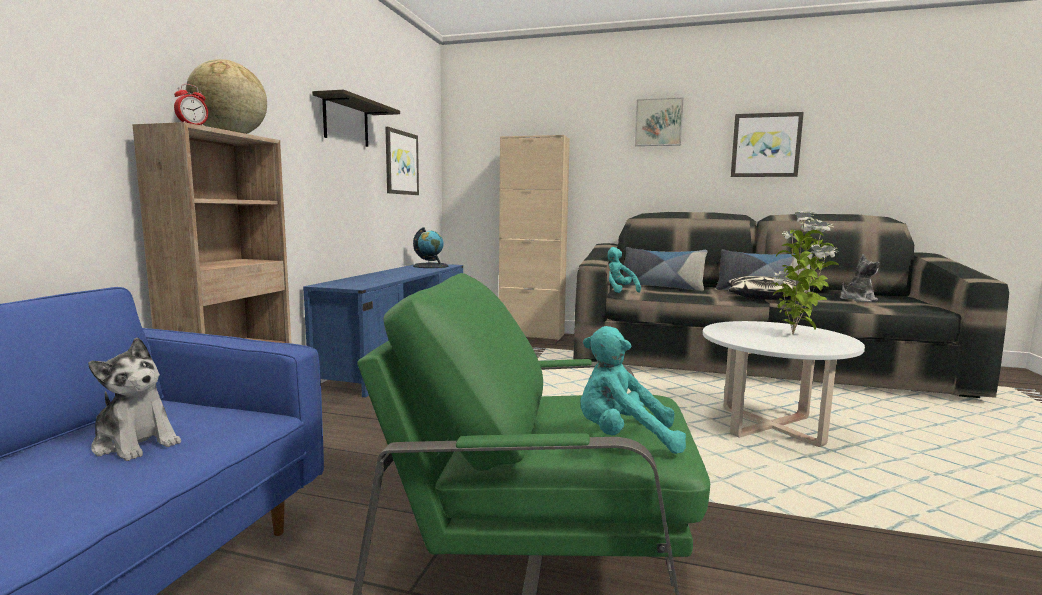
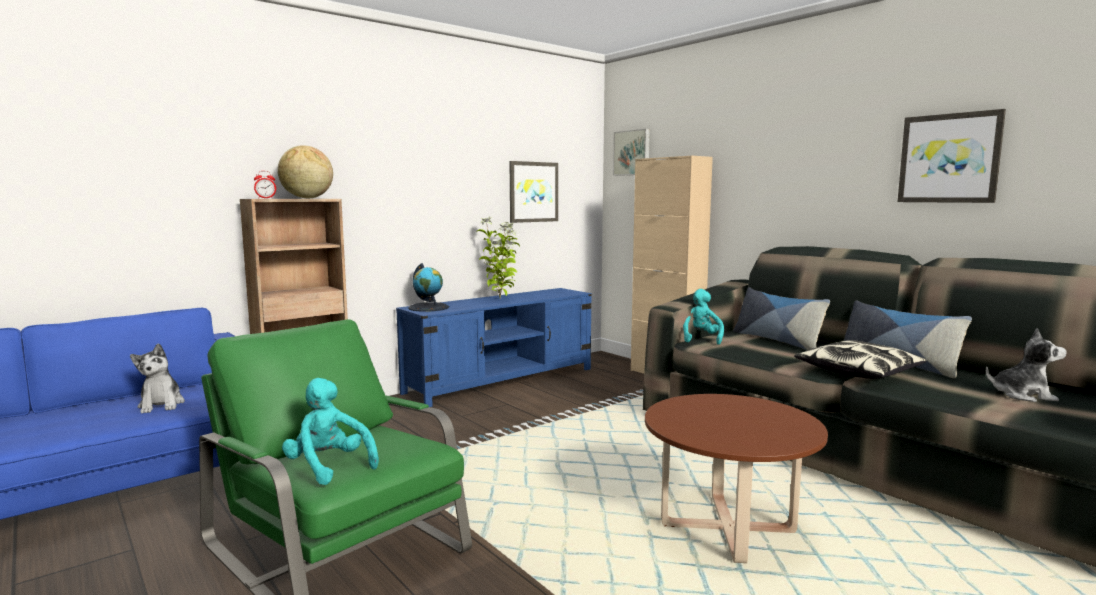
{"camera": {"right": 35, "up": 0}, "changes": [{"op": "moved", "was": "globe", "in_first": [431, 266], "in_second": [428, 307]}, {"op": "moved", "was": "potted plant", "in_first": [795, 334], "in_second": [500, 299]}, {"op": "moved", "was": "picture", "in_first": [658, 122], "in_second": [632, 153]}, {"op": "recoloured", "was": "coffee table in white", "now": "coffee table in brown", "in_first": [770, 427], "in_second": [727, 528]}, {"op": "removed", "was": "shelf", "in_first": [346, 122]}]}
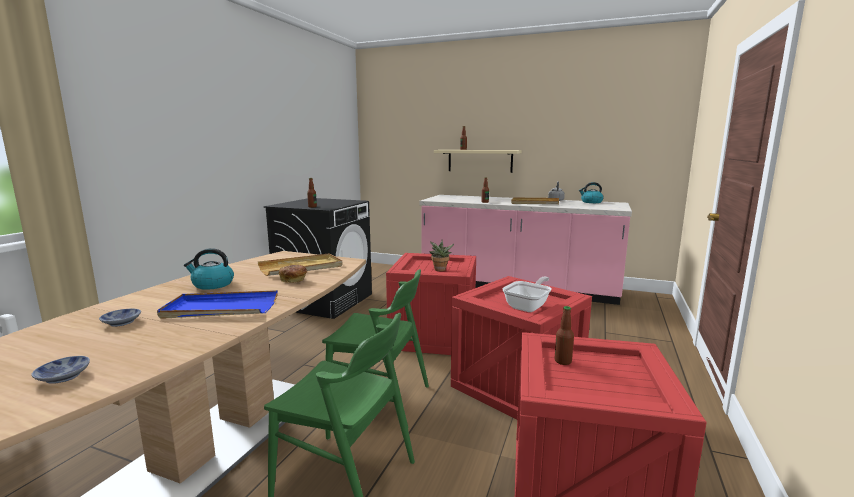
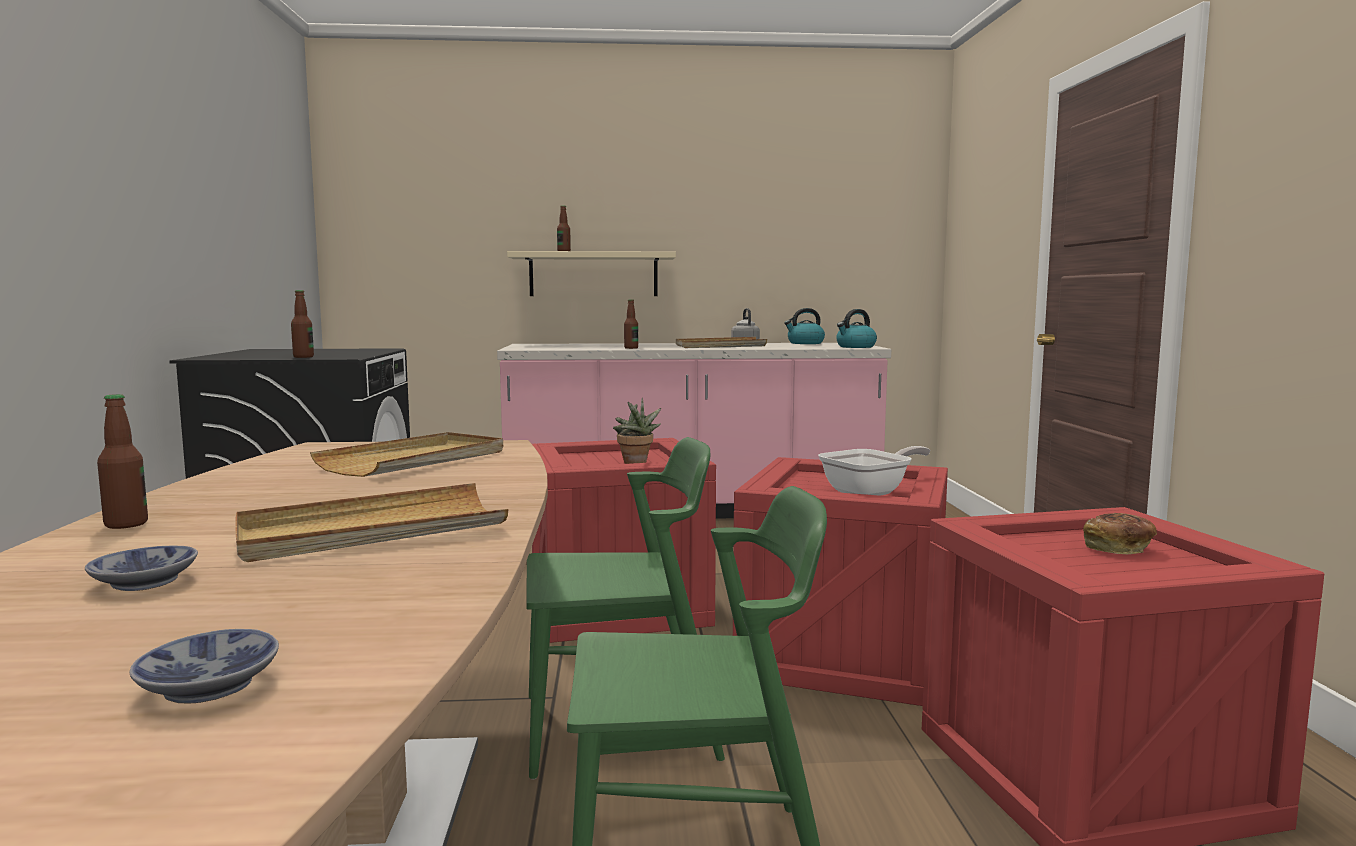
{"camera": {"right": -25, "up": -5}, "changes": [{"op": "moved", "was": "bottle", "in_first": [563, 361], "in_second": [126, 524]}, {"op": "recoloured", "was": "tray in blue", "now": "tray in beige", "in_first": [220, 309], "in_second": [371, 531]}, {"op": "turned", "was": "frying pan", "in_first": [528, 306], "in_second": [871, 492], "clockwise": 45}, {"op": "moved", "was": "kettle", "in_first": [212, 285], "in_second": [855, 347]}, {"op": "moved", "was": "bread", "in_first": [293, 280], "in_second": [1118, 549]}]}
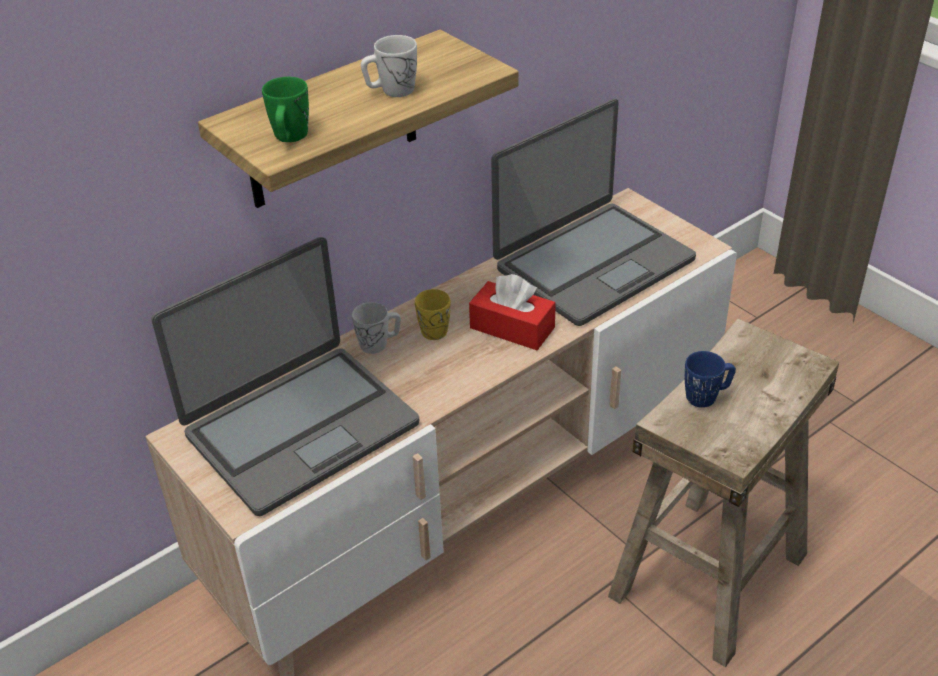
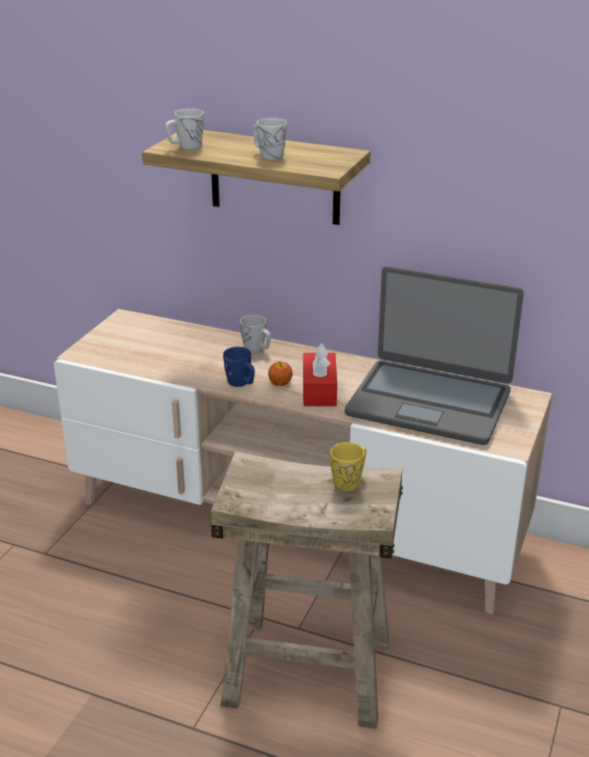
{"camera": {"right": 60, "up": -10}, "changes": [{"op": "recoloured", "was": "mug in green", "now": "mug in white", "in_first": [290, 138], "in_second": [185, 147]}, {"op": "moved", "was": "mug in blue", "in_first": [707, 396], "in_second": [241, 383]}, {"op": "added", "now": "apple", "in_second": [280, 383]}, {"op": "moved", "was": "mug in yellow", "in_first": [432, 328], "in_second": [350, 481]}, {"op": "removed", "was": "laptop", "in_first": [300, 428]}]}
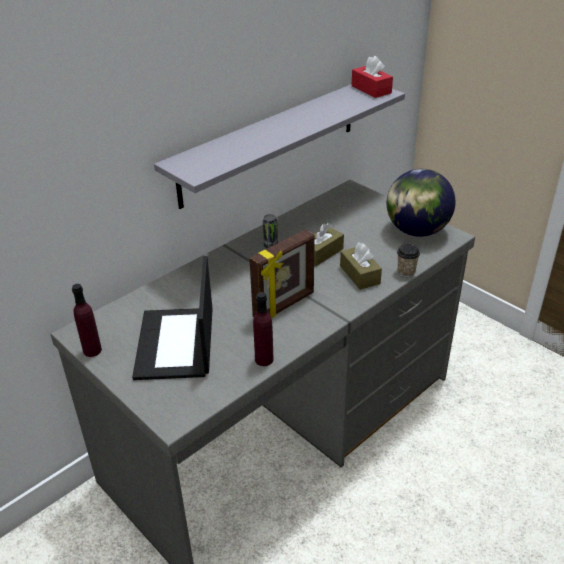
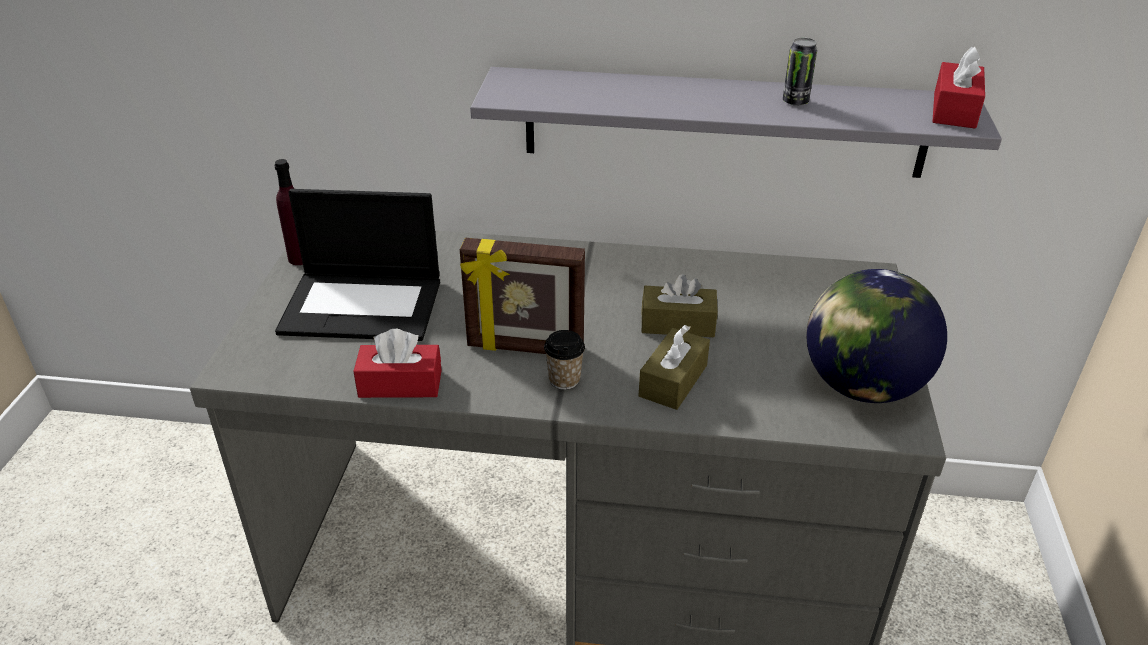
{"camera": {"right": 50, "up": 0}, "changes": [{"op": "turned", "was": "laptop", "in_first": [176, 344], "in_second": [364, 305], "clockwise": -135}, {"op": "replaced", "was": "bottle in purple", "now": "tissue box in red", "in_first": [264, 359], "in_second": [400, 384]}, {"op": "moved", "was": "cup", "in_first": [406, 272], "in_second": [564, 380]}, {"op": "moved", "was": "can", "in_first": [270, 246], "in_second": [795, 101]}]}
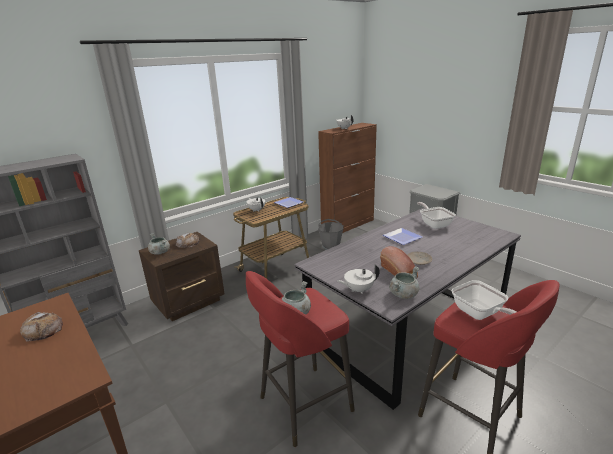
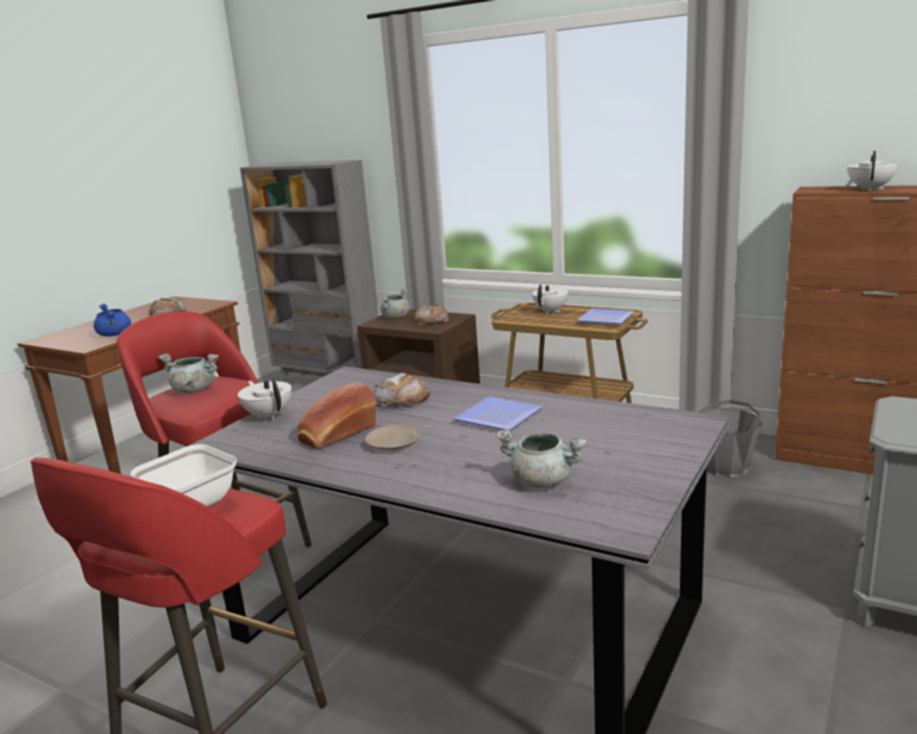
{"camera": {"right": 70, "up": -5}, "changes": [{"op": "added", "now": "cooking pot in blue", "in_second": [115, 335]}, {"op": "added", "now": "bread", "in_second": [402, 400]}, {"op": "moved", "was": "cooking pot in grey", "in_first": [403, 294], "in_second": [542, 481]}, {"op": "removed", "was": "frying pan", "in_first": [434, 224]}]}
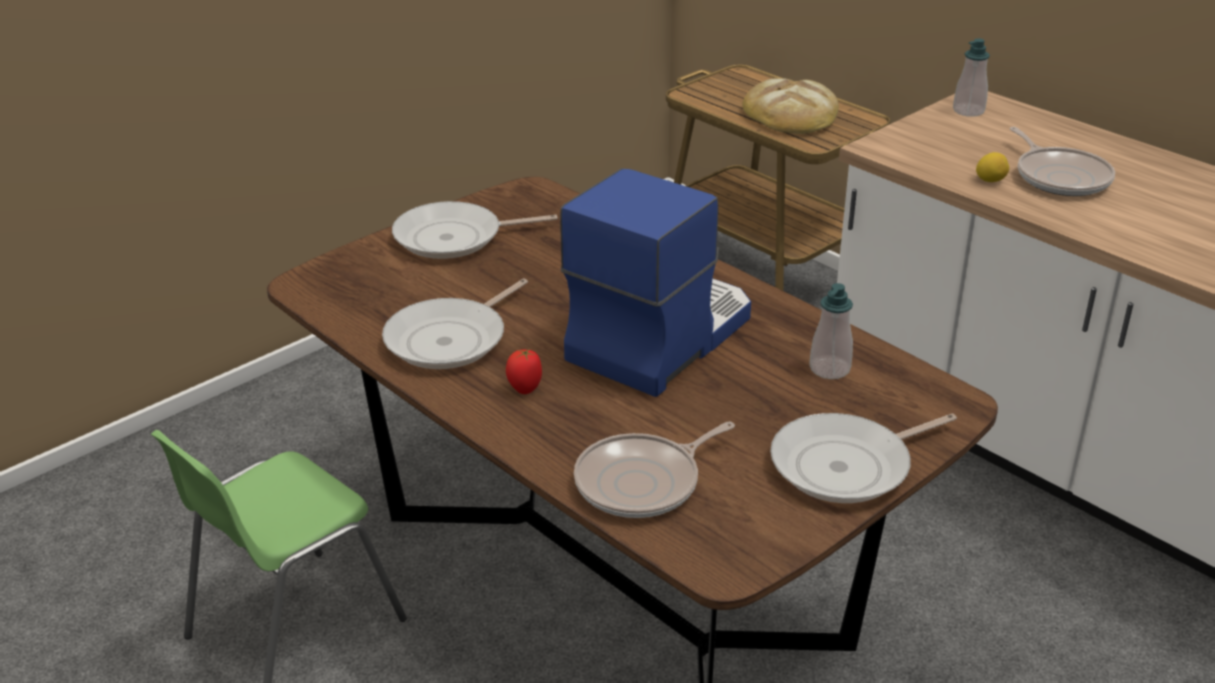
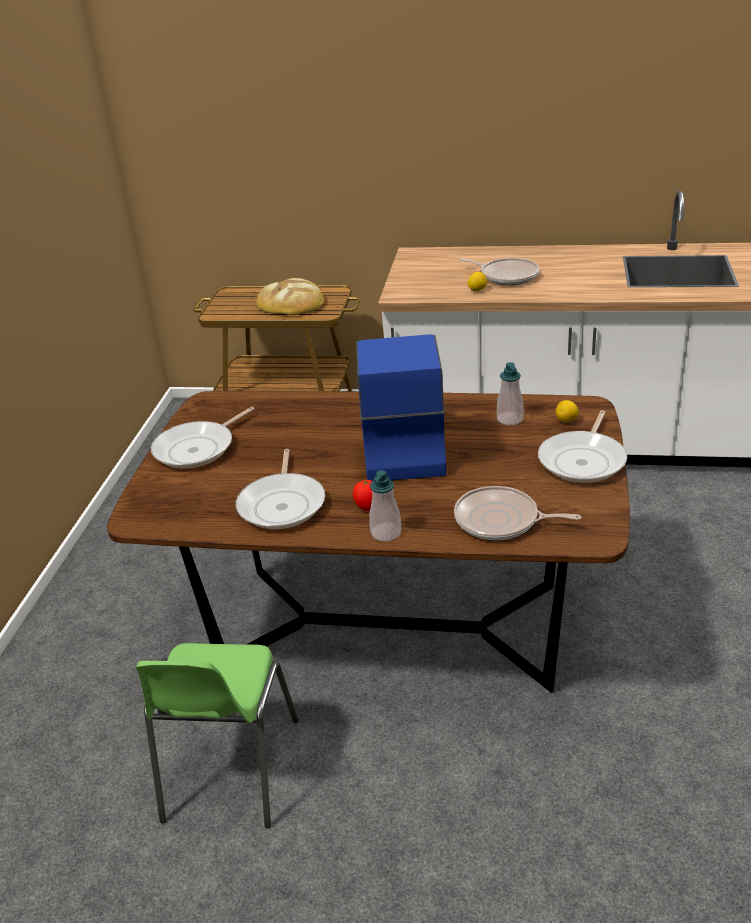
{"camera": {"right": -35, "up": 0}, "changes": [{"op": "moved", "was": "soap dispenser", "in_first": [968, 111], "in_second": [386, 533]}, {"op": "turned", "was": "frying pan", "in_first": [643, 482], "in_second": [501, 520], "clockwise": 90}, {"op": "added", "now": "lemon", "in_second": [566, 421]}]}
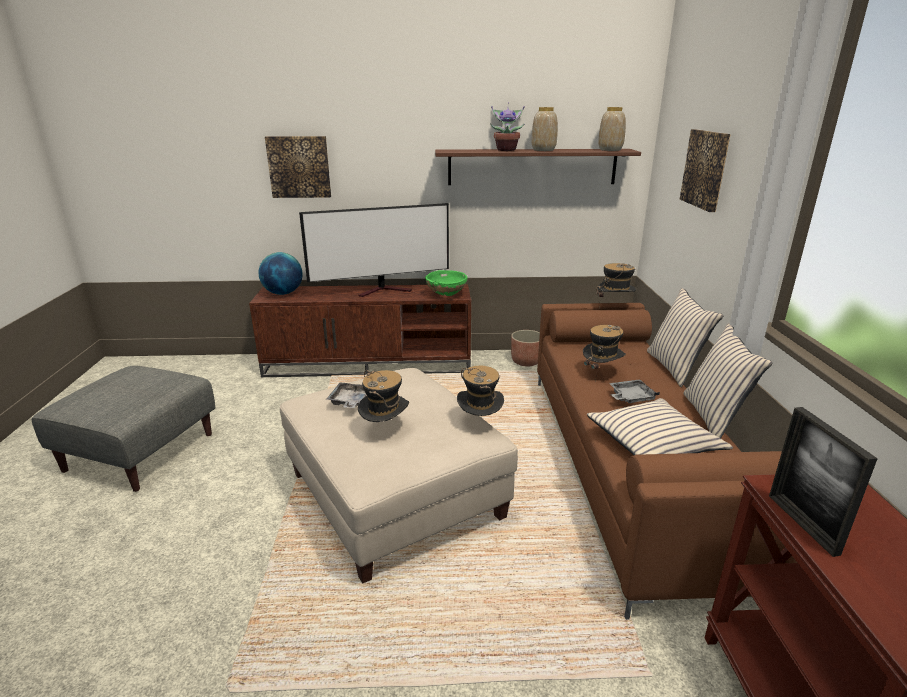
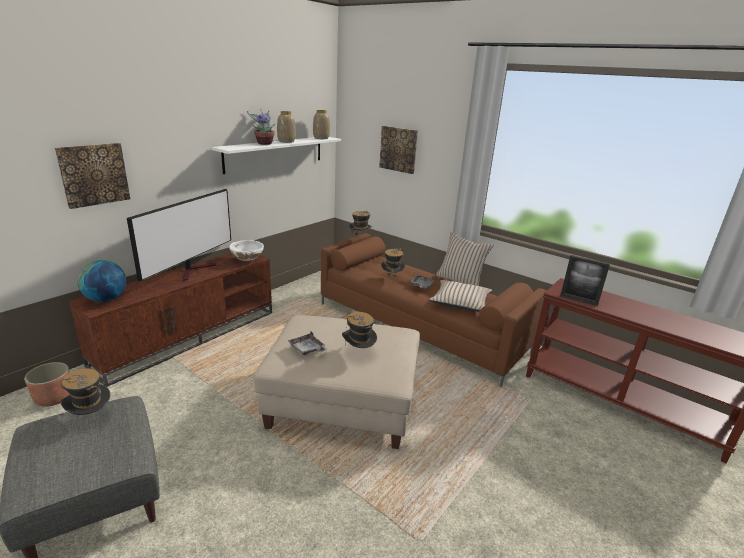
{"camera": {"right": -50, "up": 0}, "changes": [{"op": "moved", "was": "planter", "in_first": [526, 362], "in_second": [54, 398]}, {"op": "moved", "was": "hat", "in_first": [479, 423], "in_second": [91, 417]}, {"op": "recoloured", "was": "shelf in brown", "now": "shelf in white", "in_first": [532, 167], "in_second": [275, 153]}, {"op": "recoloured", "was": "bowl in green", "now": "bowl in white", "in_first": [446, 295], "in_second": [247, 260]}, {"op": "removed", "was": "pillow in beige", "in_first": [675, 367]}]}
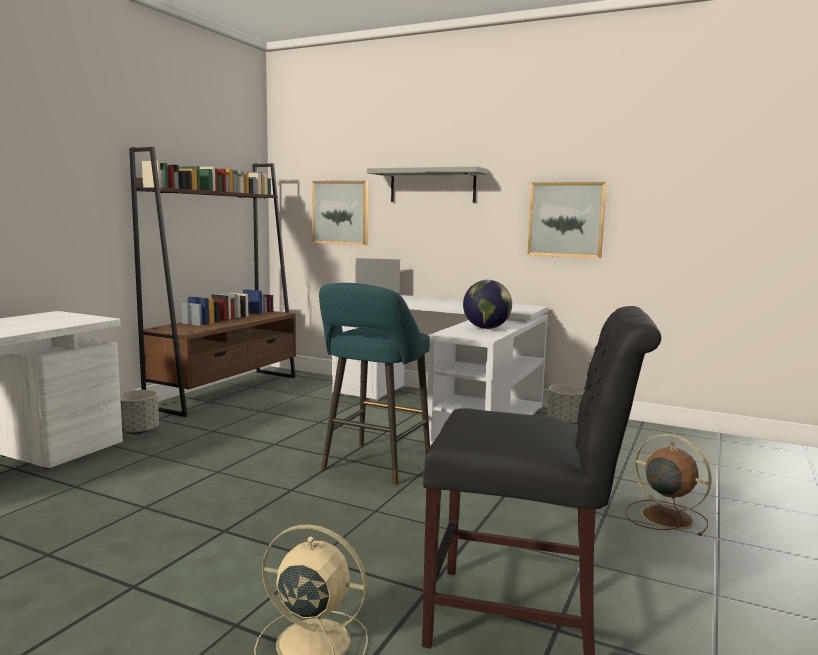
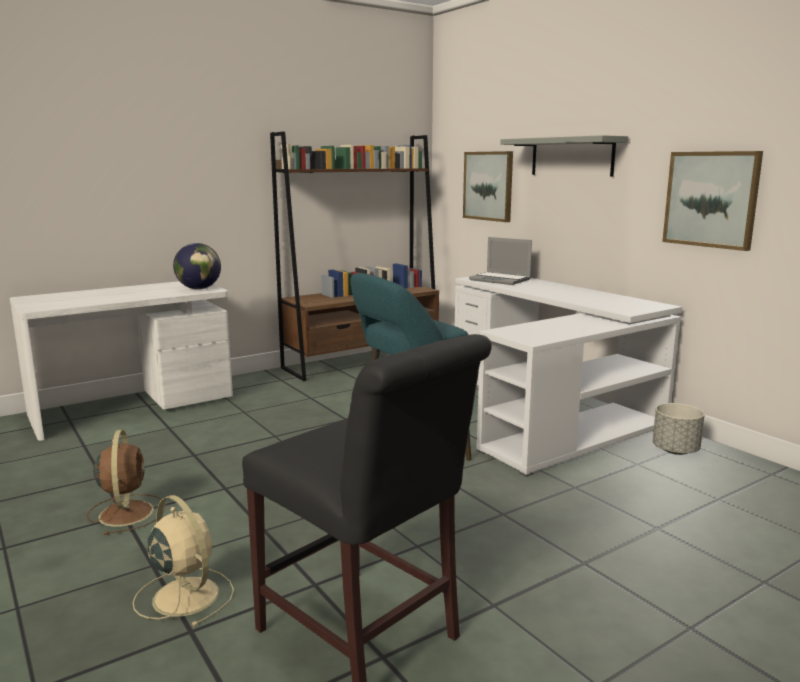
{"camera": {"right": 30, "up": 5}, "changes": [{"op": "moved", "was": "fan in brown", "in_first": [664, 516], "in_second": [127, 512]}, {"op": "moved", "was": "globe", "in_first": [486, 328], "in_second": [199, 289]}, {"op": "removed", "was": "planter in grey", "in_first": [137, 431]}]}
